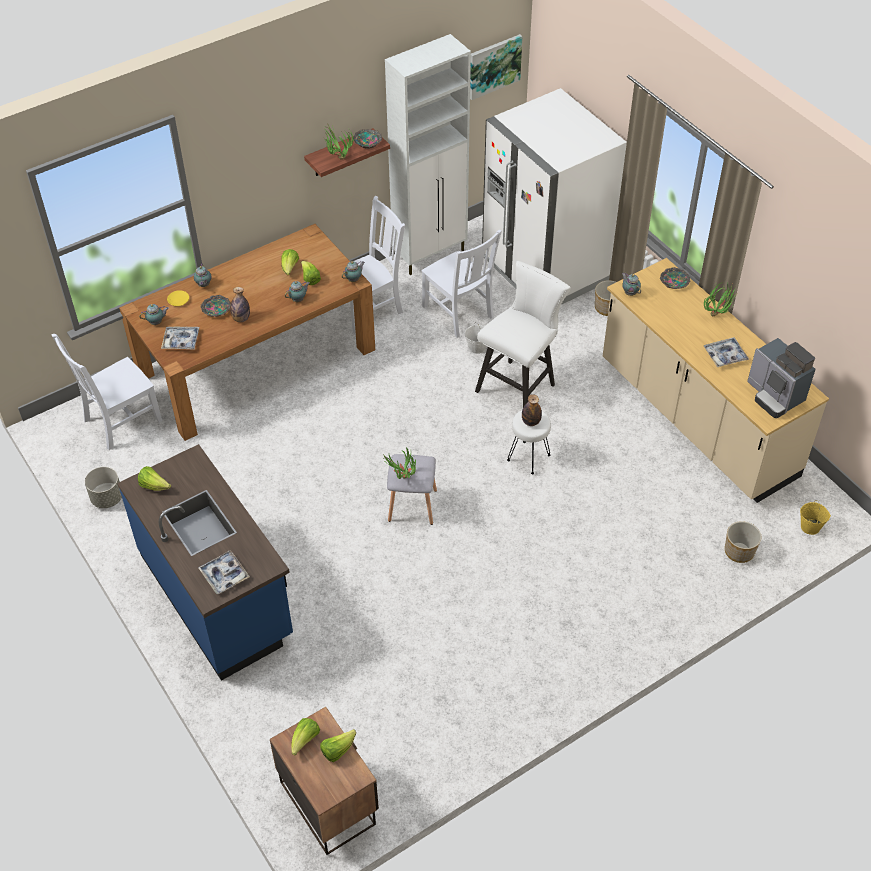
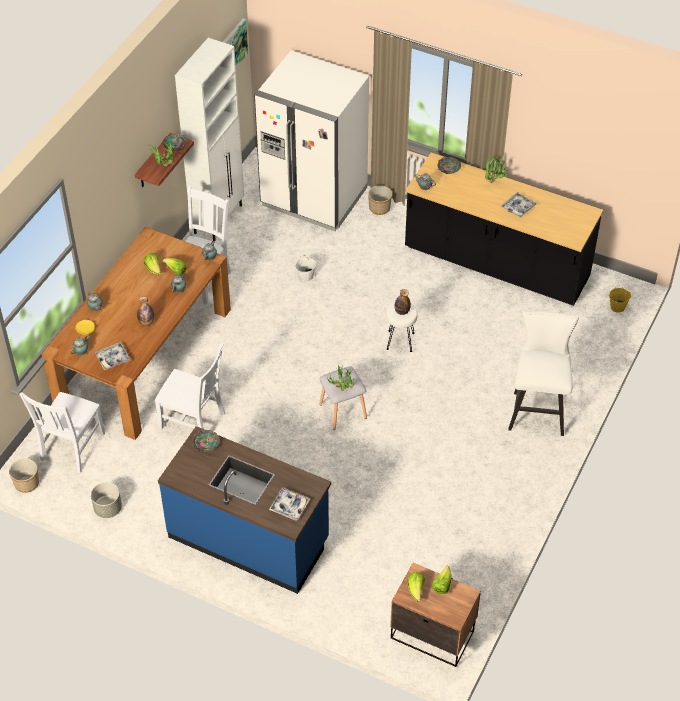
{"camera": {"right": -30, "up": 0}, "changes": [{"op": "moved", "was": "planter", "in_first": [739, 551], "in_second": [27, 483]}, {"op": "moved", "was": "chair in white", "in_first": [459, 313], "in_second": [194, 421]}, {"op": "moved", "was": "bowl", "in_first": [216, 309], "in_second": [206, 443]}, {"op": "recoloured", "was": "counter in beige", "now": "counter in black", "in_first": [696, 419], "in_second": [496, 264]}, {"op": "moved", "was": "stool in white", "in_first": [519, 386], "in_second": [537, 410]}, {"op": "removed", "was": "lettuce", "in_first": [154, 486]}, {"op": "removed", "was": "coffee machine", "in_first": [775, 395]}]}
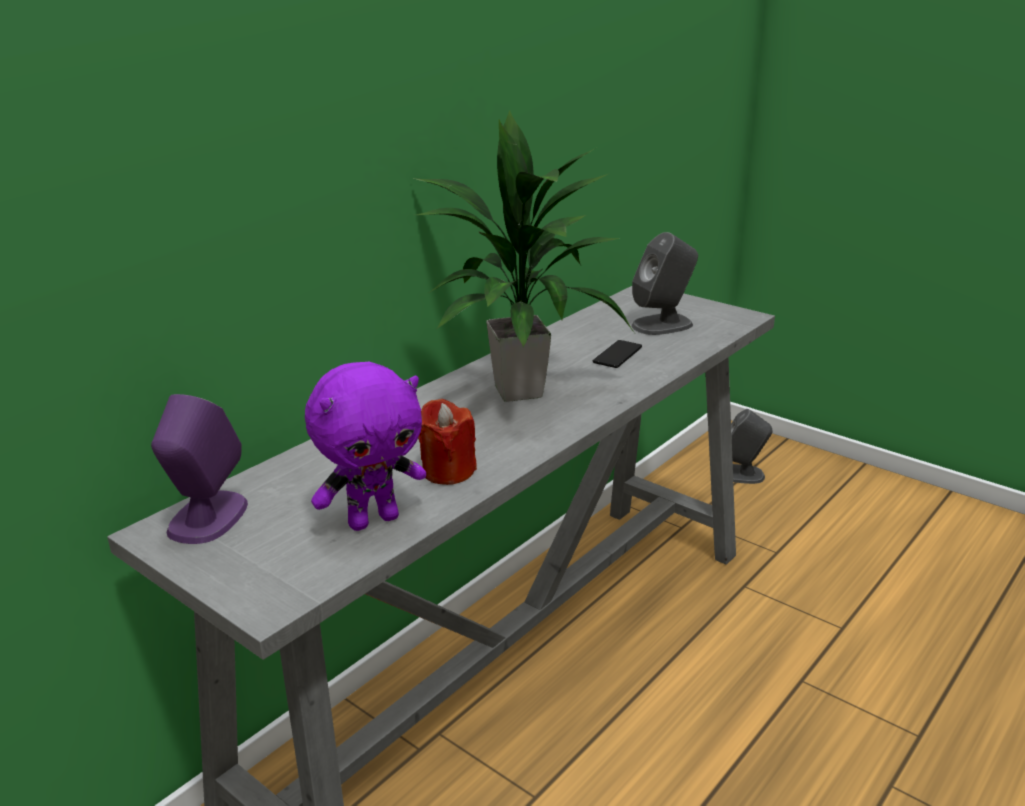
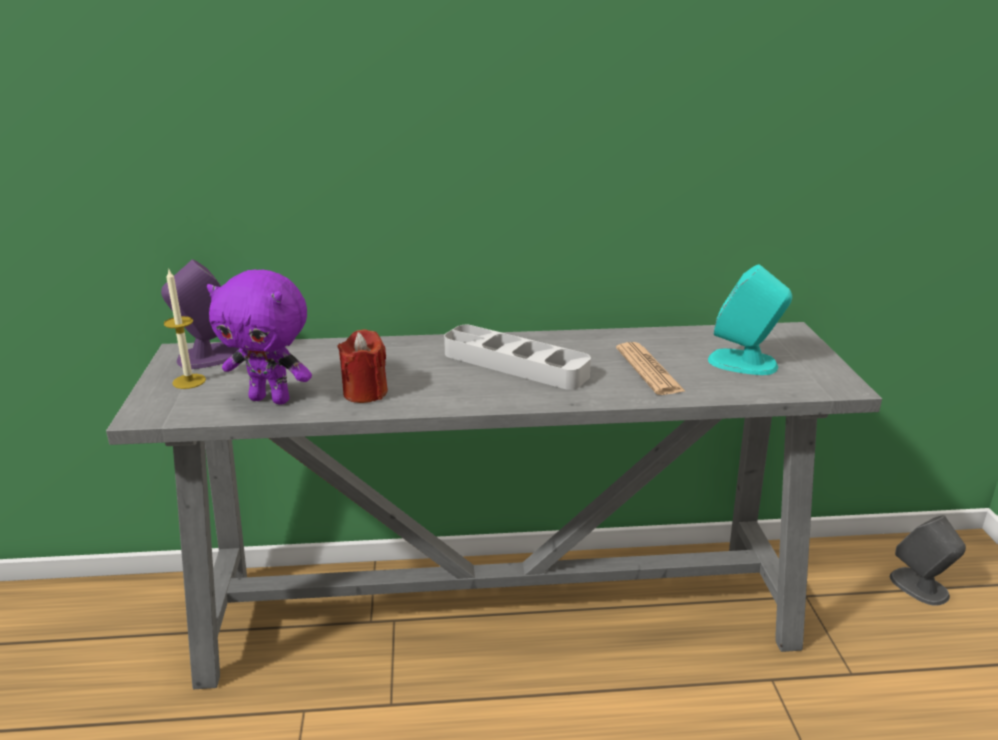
{"camera": {"right": 45, "up": 0}, "changes": [{"op": "added", "now": "candle", "in_second": [189, 381]}, {"op": "replaced", "was": "potted plant", "now": "tray in grey", "in_first": [518, 392], "in_second": [515, 364]}, {"op": "replaced", "was": "phone", "now": "newspaper", "in_first": [617, 355], "in_second": [649, 370]}, {"op": "recoloured", "was": "speaker in grey", "now": "speaker in turquoise", "in_first": [663, 325], "in_second": [743, 363]}]}
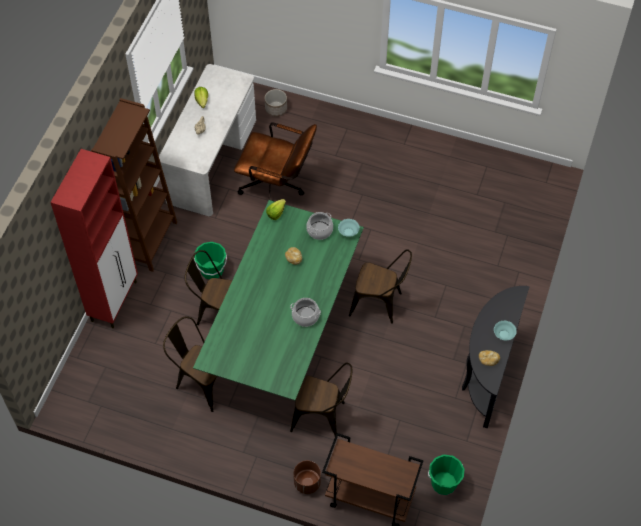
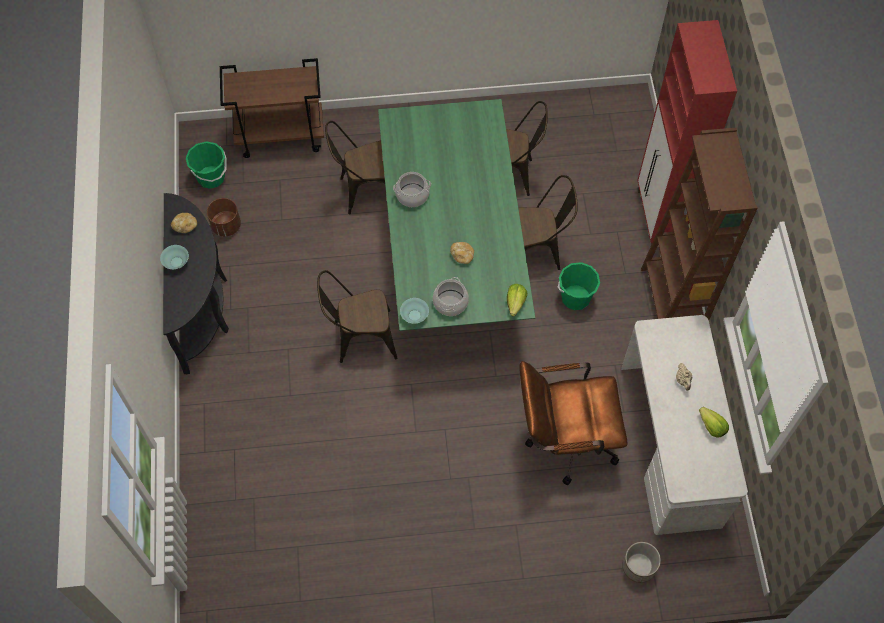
{"camera": {"right": 155, "up": 5}, "changes": [{"op": "moved", "was": "planter in brown", "in_first": [307, 483], "in_second": [226, 226]}]}
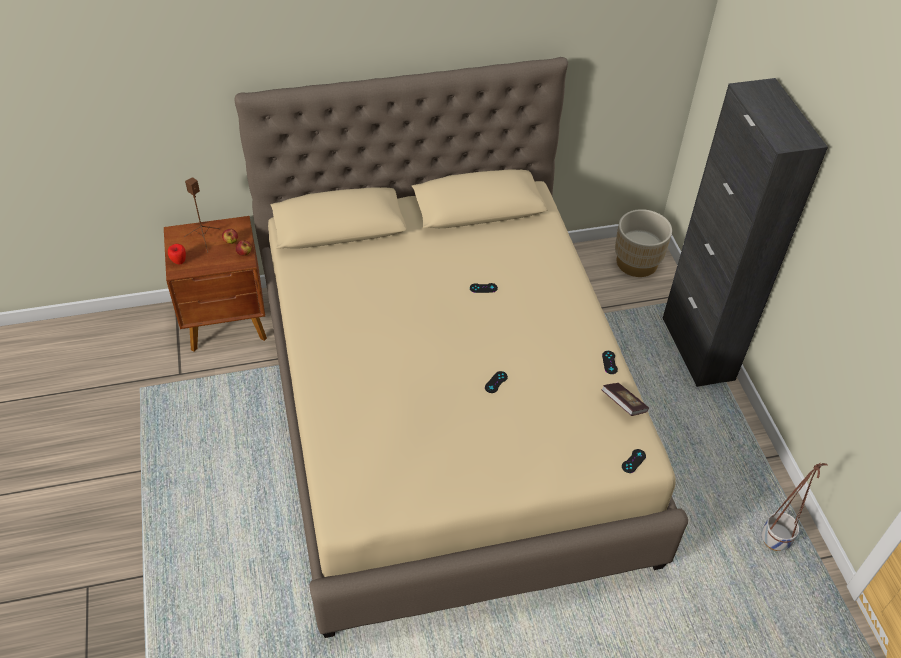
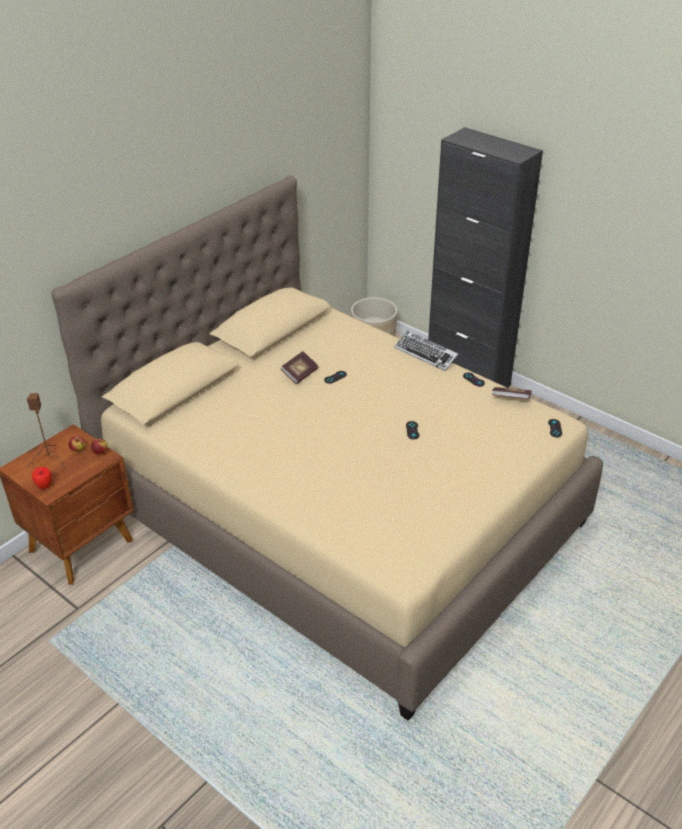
{"camera": {"right": -35, "up": -10}, "changes": [{"op": "added", "now": "book", "in_second": [300, 374]}, {"op": "added", "now": "keyboard", "in_second": [425, 354]}, {"op": "removed", "was": "planter", "in_first": [775, 540]}]}
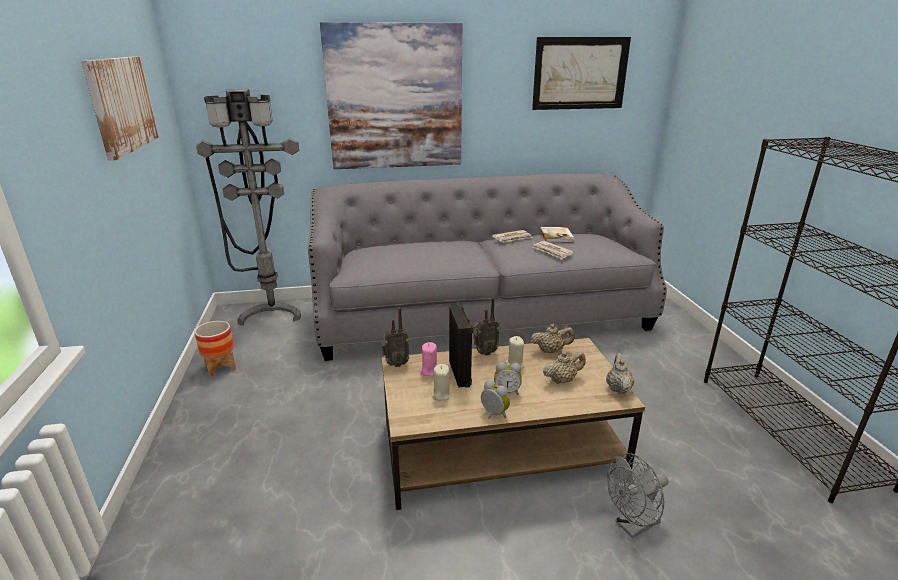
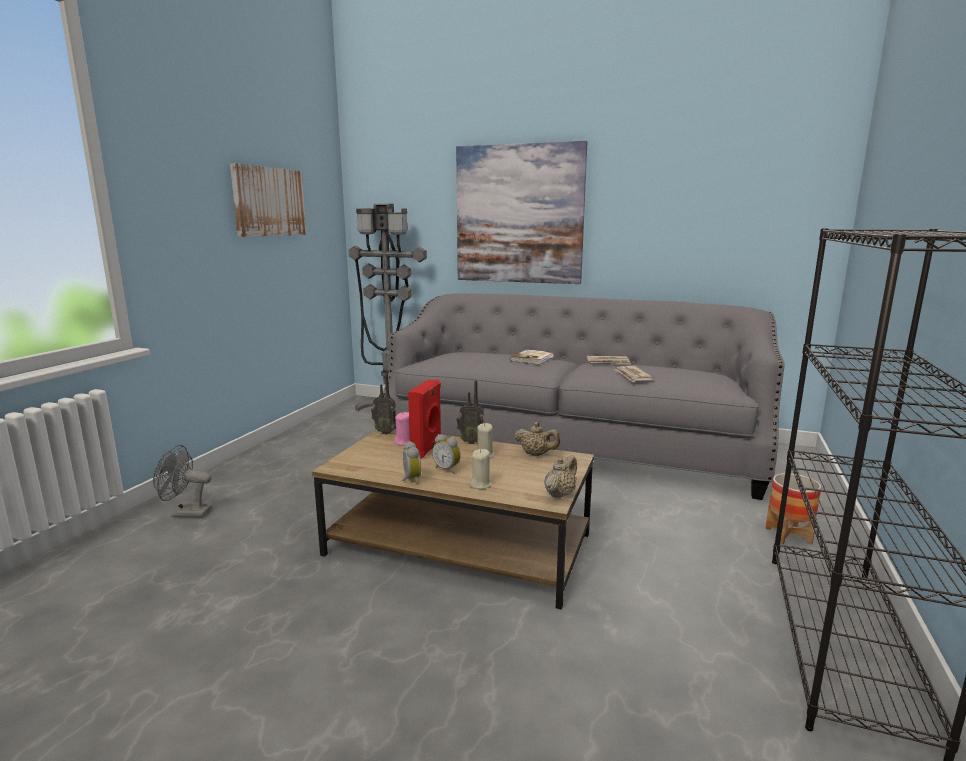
{"camera": {"right": 30, "up": -10}, "changes": [{"op": "moved", "was": "fan in grey", "in_first": [632, 526], "in_second": [186, 513]}, {"op": "recoloured", "was": "speaker in black", "now": "speaker in red", "in_first": [461, 373], "in_second": [427, 449]}, {"op": "moved", "was": "candle in beige", "in_first": [441, 394], "in_second": [480, 484]}, {"op": "moved", "was": "book", "in_first": [556, 236], "in_second": [532, 359]}, {"op": "moved", "was": "planter", "in_first": [220, 367], "in_second": [788, 535]}, {"op": "removed", "was": "picture", "in_first": [580, 73]}, {"op": "removed", "was": "teapot in beige", "in_first": [562, 380]}]}
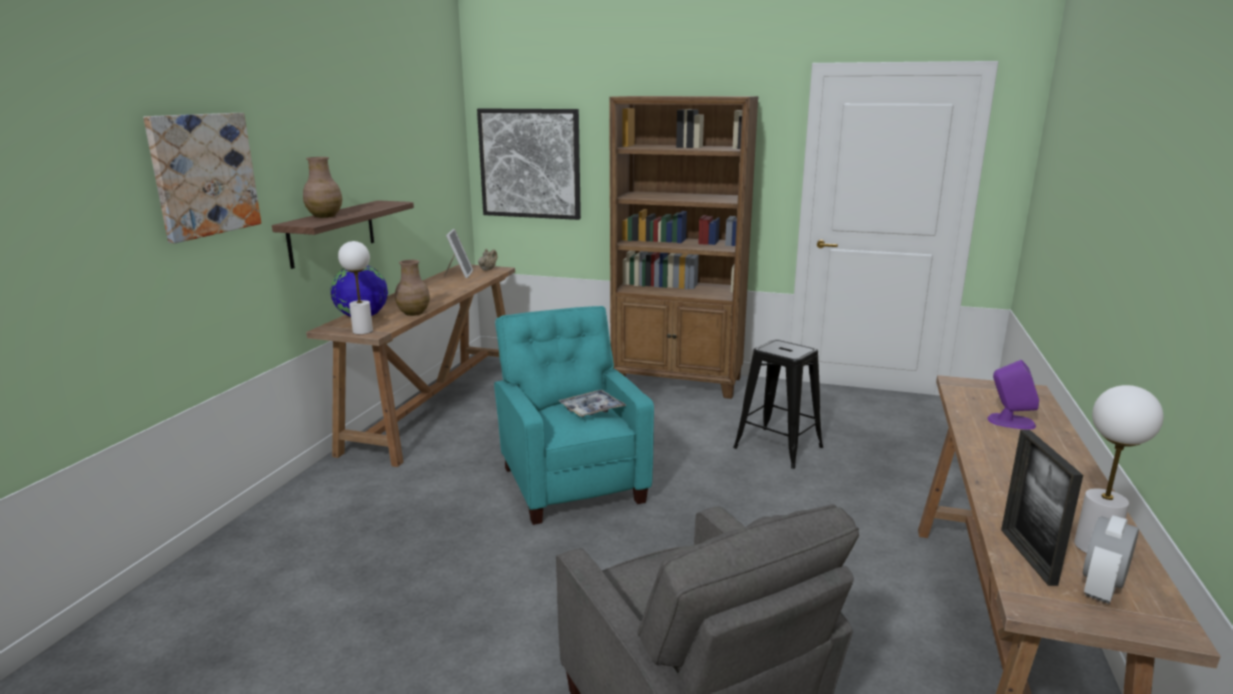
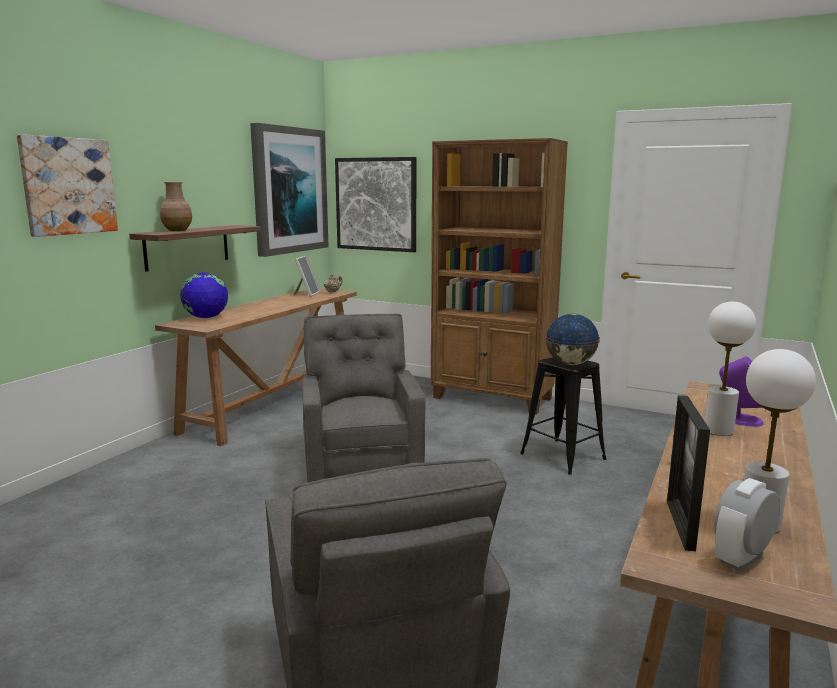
{"camera": {"right": 10, "up": -5}, "changes": [{"op": "added", "now": "picture", "in_second": [289, 190]}, {"op": "recoloured", "was": "armchair in turquoise", "now": "armchair in grey", "in_first": [572, 482], "in_second": [361, 469]}, {"op": "added", "now": "globe", "in_second": [570, 364]}, {"op": "moved", "was": "table lamp in white", "in_first": [363, 331], "in_second": [719, 430]}, {"op": "removed", "was": "vase in brown", "in_first": [413, 313]}, {"op": "removed", "was": "tray", "in_first": [591, 409]}]}
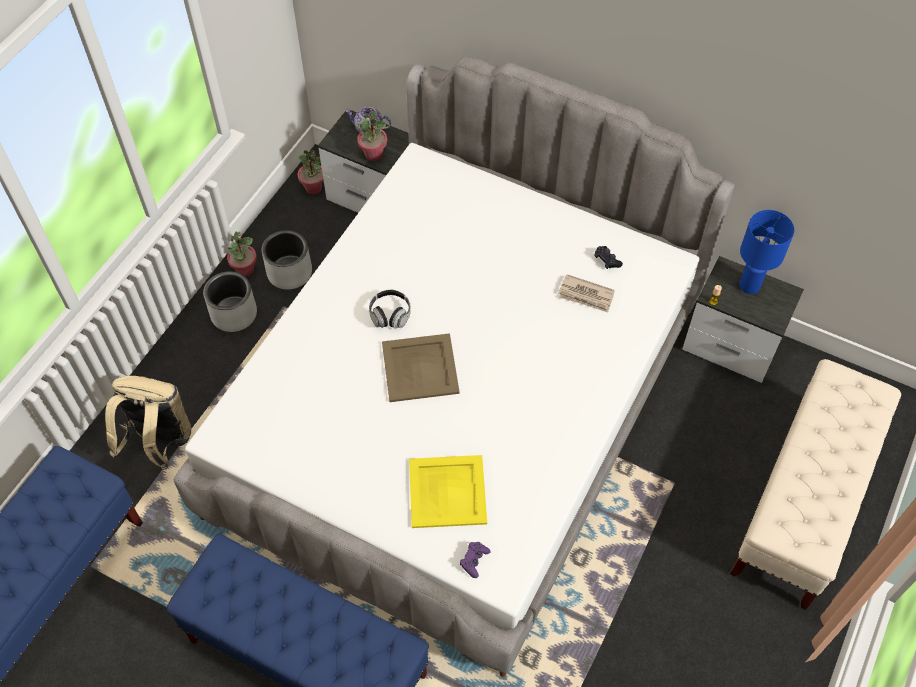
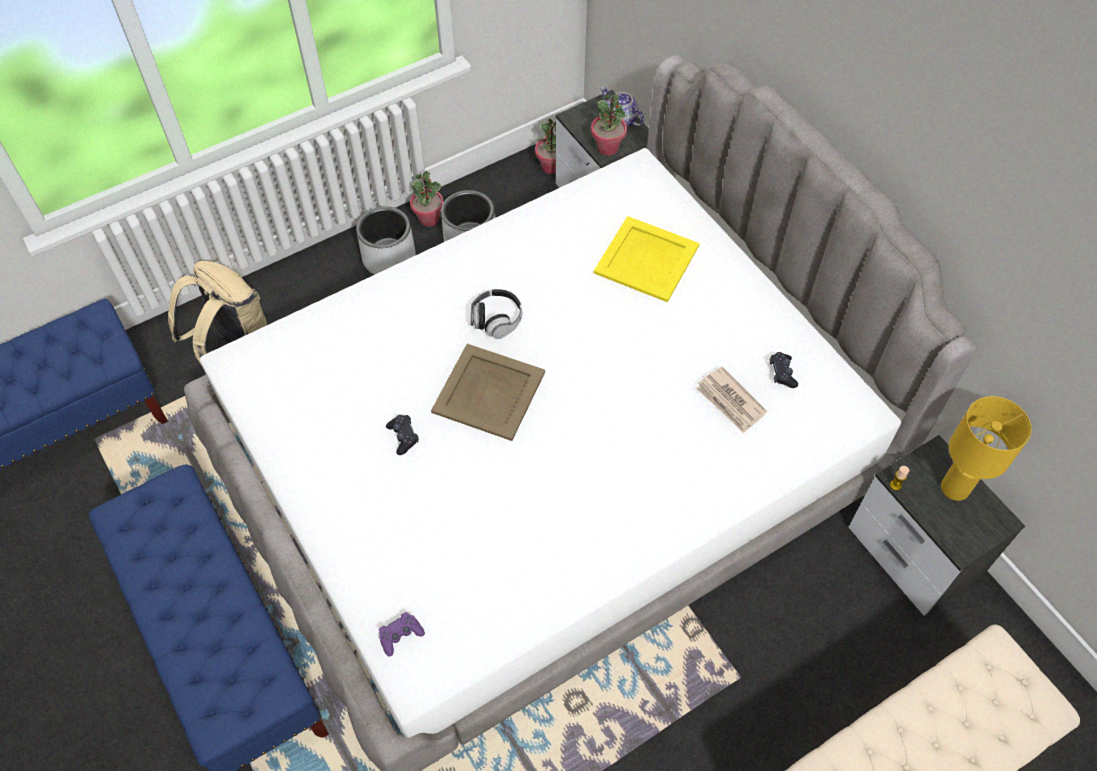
{"camera": {"right": 30, "up": 0}, "changes": [{"op": "added", "now": "game controller in black", "in_second": [403, 437]}, {"op": "moved", "was": "tray in yellow", "in_first": [448, 492], "in_second": [647, 260]}, {"op": "recoloured", "was": "table lamp in blue", "now": "table lamp in yellow", "in_first": [749, 285], "in_second": [954, 487]}]}
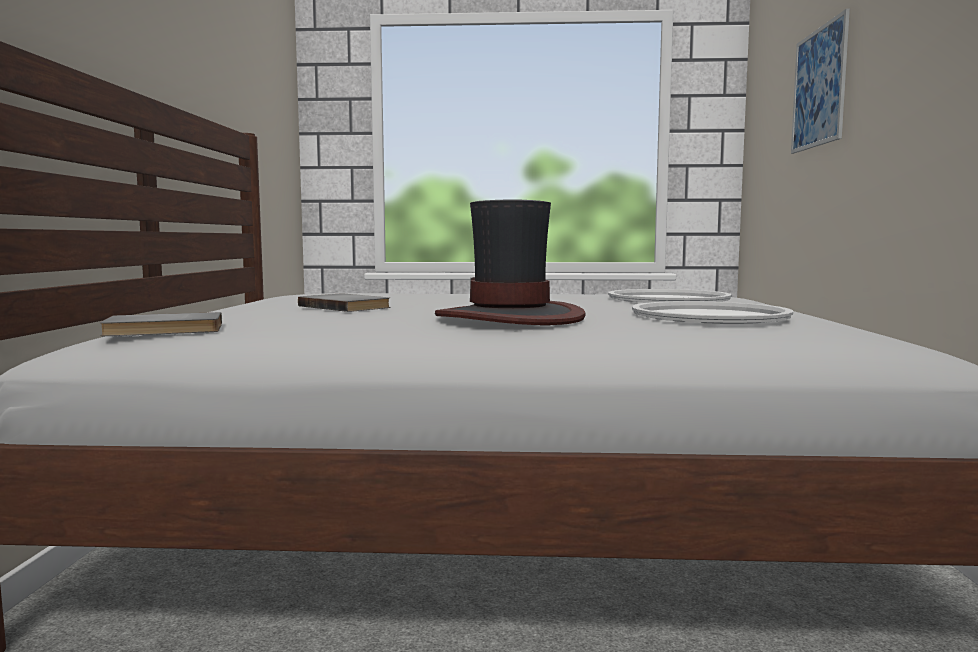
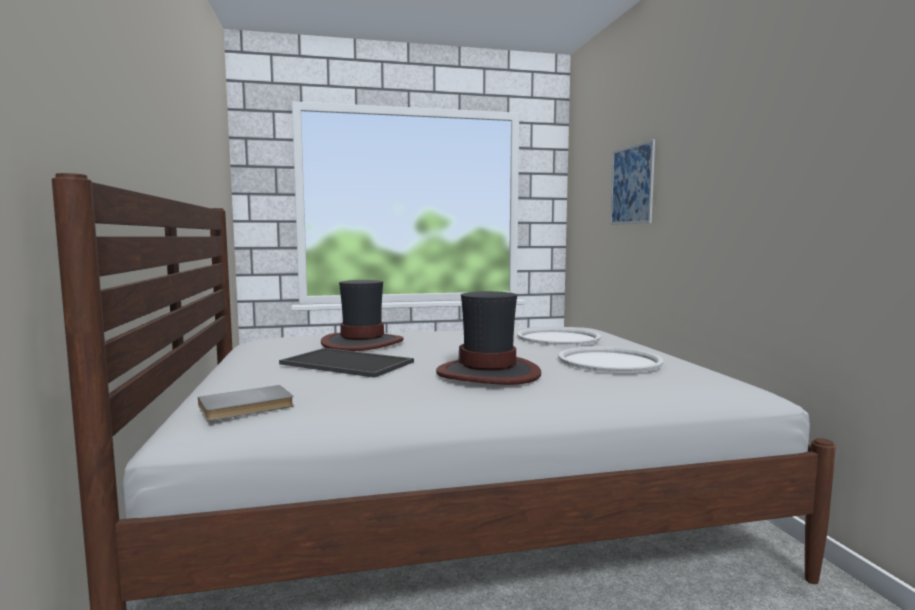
{"camera": {"right": -15, "up": 0}, "changes": [{"op": "replaced", "was": "book in grey", "now": "tray", "in_first": [347, 306], "in_second": [349, 363]}, {"op": "added", "now": "hat", "in_second": [362, 343]}]}
